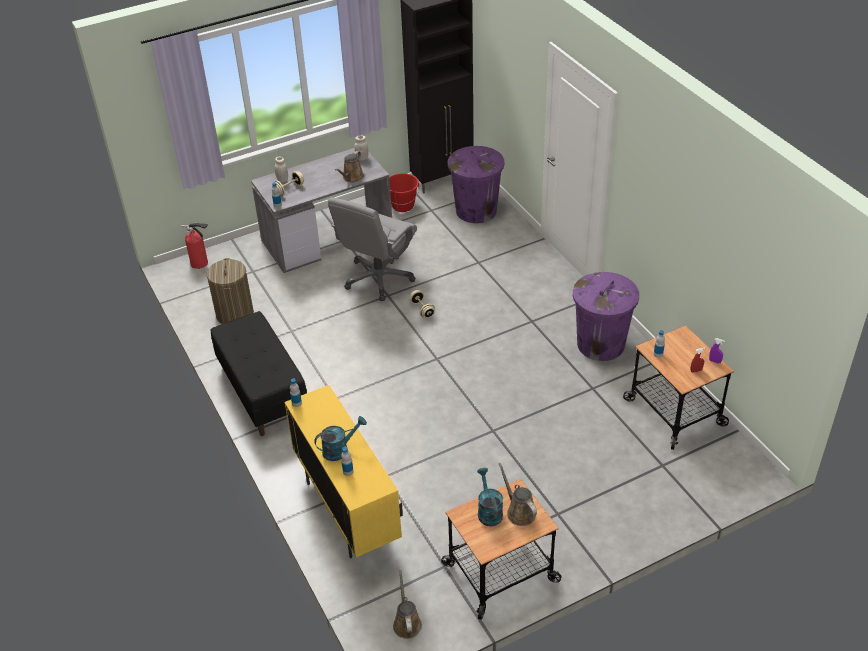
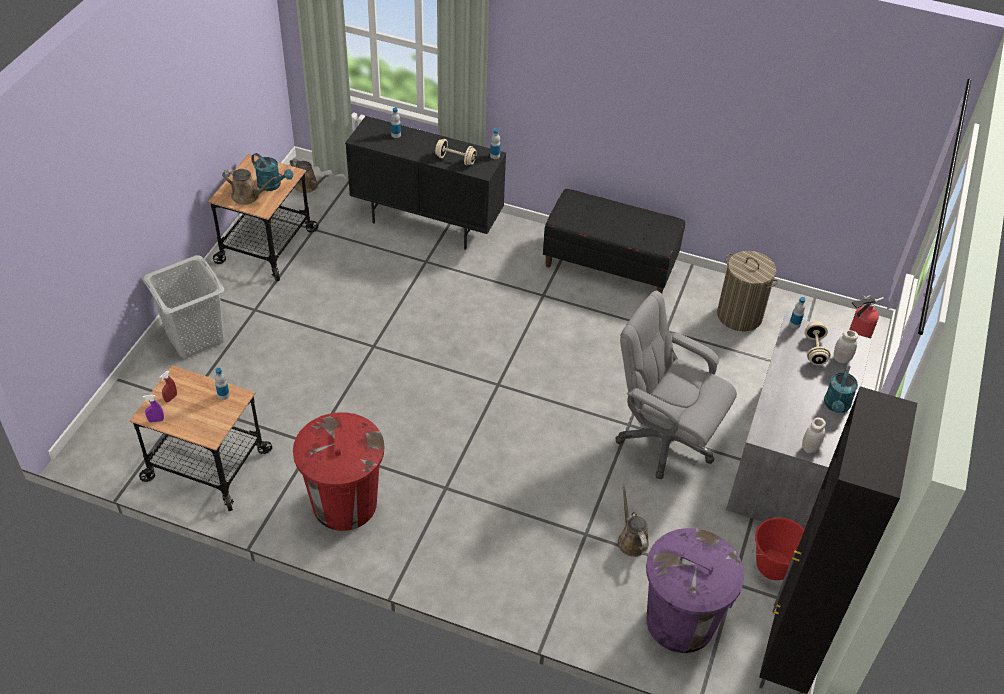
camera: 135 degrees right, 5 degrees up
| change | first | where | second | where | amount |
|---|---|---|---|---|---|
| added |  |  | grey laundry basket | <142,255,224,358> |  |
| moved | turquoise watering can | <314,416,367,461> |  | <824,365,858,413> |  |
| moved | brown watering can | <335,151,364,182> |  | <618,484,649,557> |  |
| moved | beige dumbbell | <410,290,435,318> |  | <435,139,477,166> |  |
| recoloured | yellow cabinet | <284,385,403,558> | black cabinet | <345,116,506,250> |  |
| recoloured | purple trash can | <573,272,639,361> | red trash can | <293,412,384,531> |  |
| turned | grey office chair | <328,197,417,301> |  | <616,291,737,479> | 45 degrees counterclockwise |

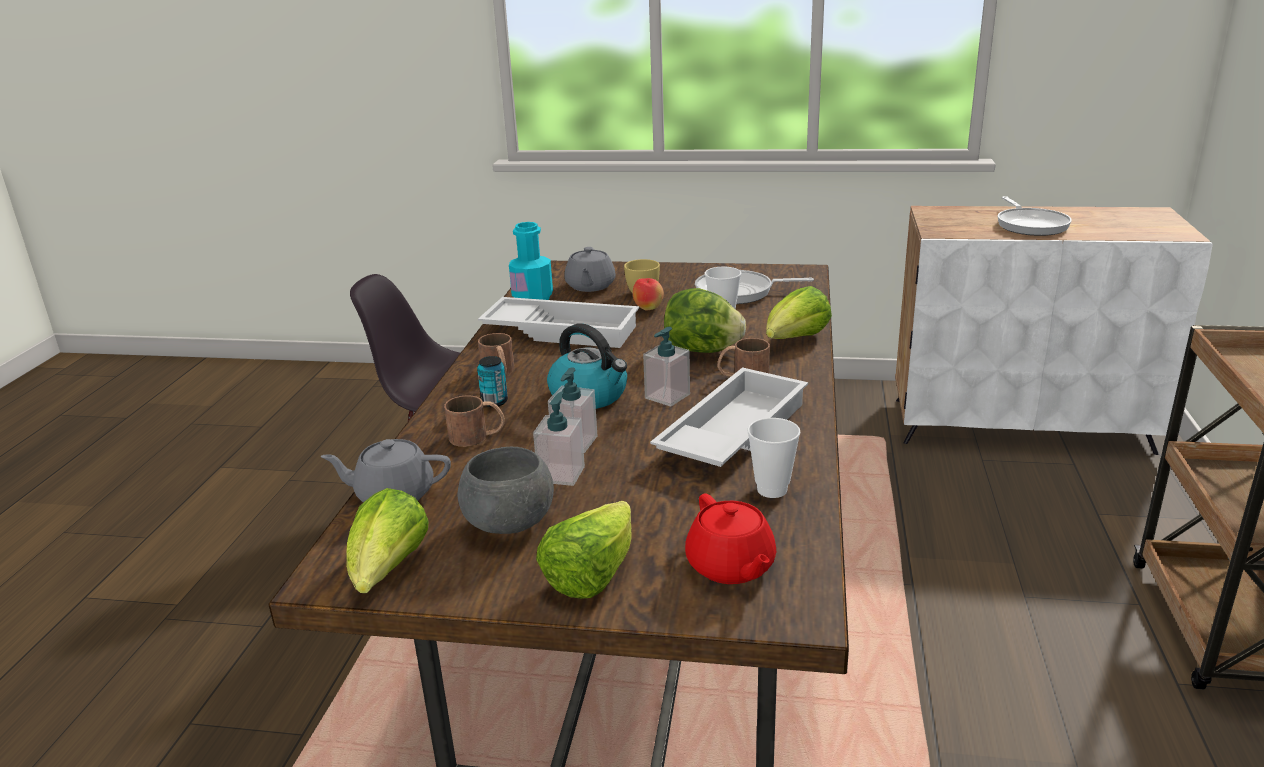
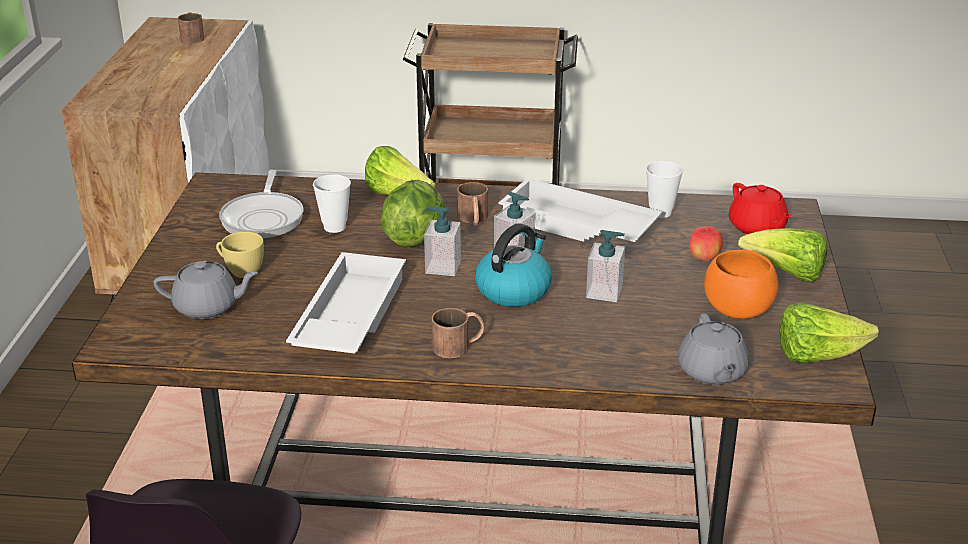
camera: 95 degrees left, 5 degrees up
| change | first | where | second | where | amount |
|---|---|---|---|---|---|
| removed | can | <477,356,508,407> |  |  |  |
| removed | turquoise bottle | <509,222,553,300> |  |  |  |
| removed | frying pan | <997,196,1072,236> |  |  |  |
| moved | brown mug | <444,395,505,447> |  | <178,12,204,44> |  |
| moved | soap dispenser | <533,392,585,486> |  | <424,206,461,276> |  |
| moved | apple | <633,278,664,311> |  | <689,226,723,262> |  |
| recoloured | grey bowl | <458,447,554,534> | orange bowl | <704,250,779,319> |  |
| turned | red teapot | <685,494,776,584> |  | <729,183,792,234> | 90 degrees clockwise |

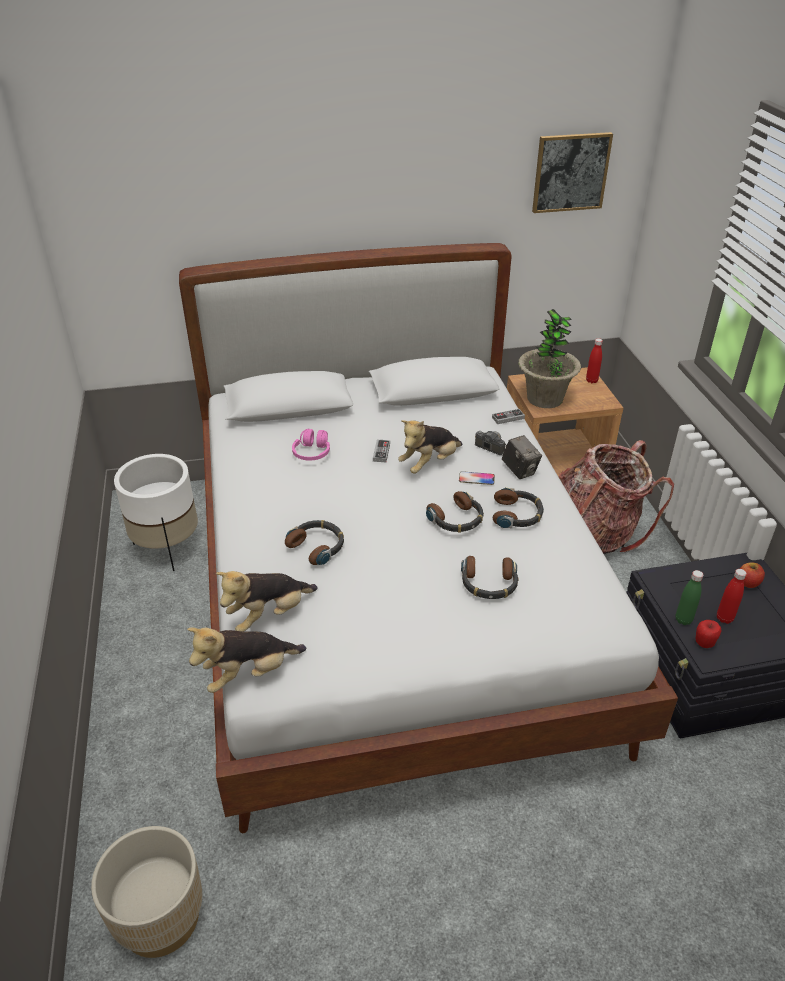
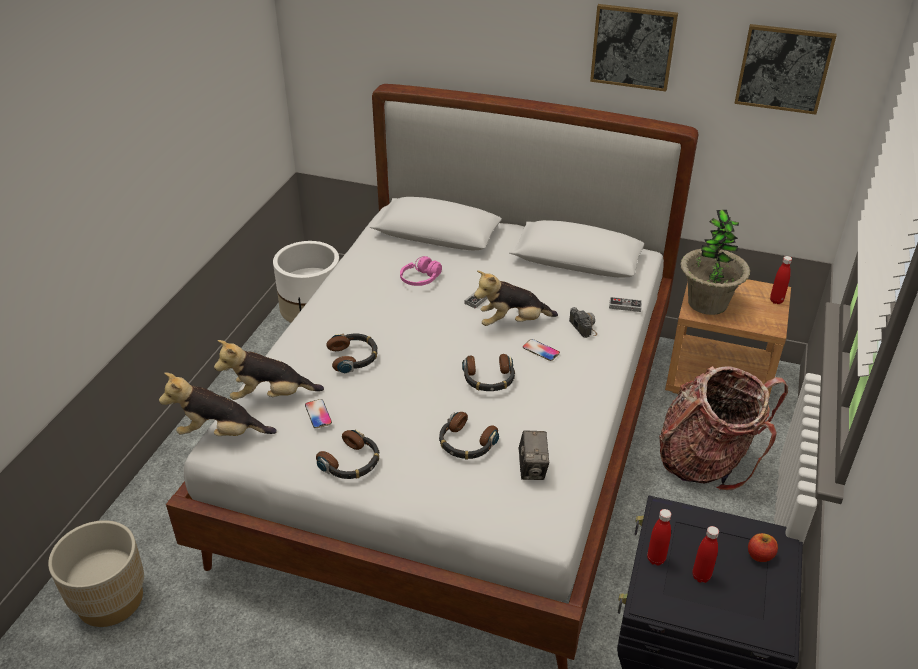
camera: 30 degrees right, 0 degrees up
| change | first | where | second | where | amount |
|---|---|---|---|---|---|
| removed | apple | <695,620,721,648> |  |  |  |
| added |  |  | phone | <305,399,332,428> |  |
| added |  |  | picture | <590,4,678,92> |  |
| moved | headphones | <493,487,544,529> |  | <316,429,379,479> |  |
| moved | photo camera | <502,435,542,479> |  | <518,430,549,480> |  |
| recoloured | green bottle | <676,570,703,625> | red bottle | <647,509,671,566> |  |

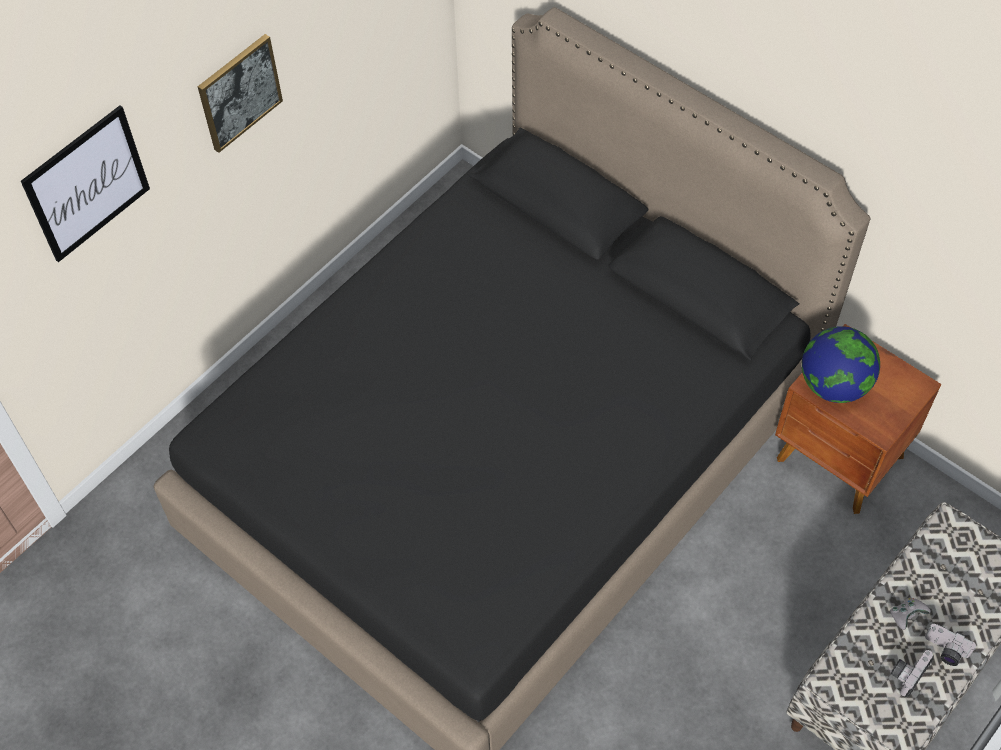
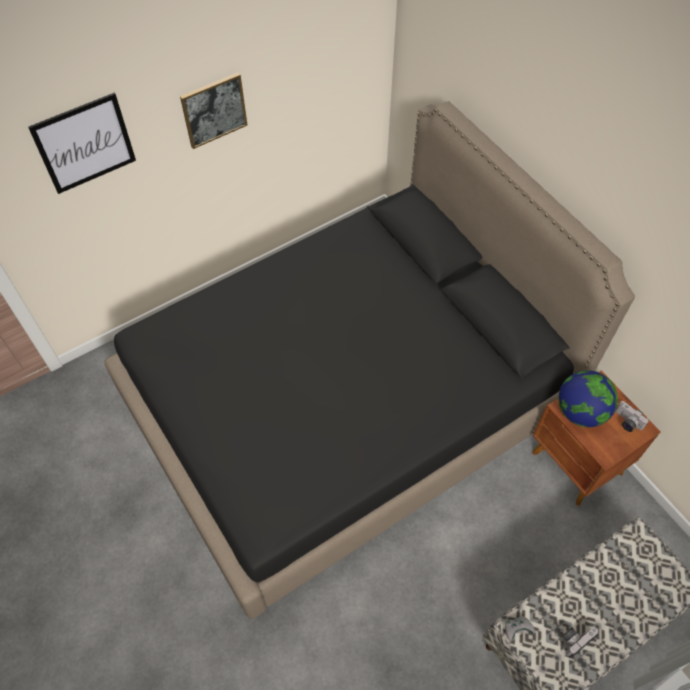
camera: 15 degrees right, 0 degrees up
| change | first | where | second | where | amount |
|---|---|---|---|---|---|
| moved | grey game controller | <890,597,931,630> |  | <505,616,535,641> |  |
| moved | photo camera | <925,623,976,666> |  | <616,401,648,432> |  |

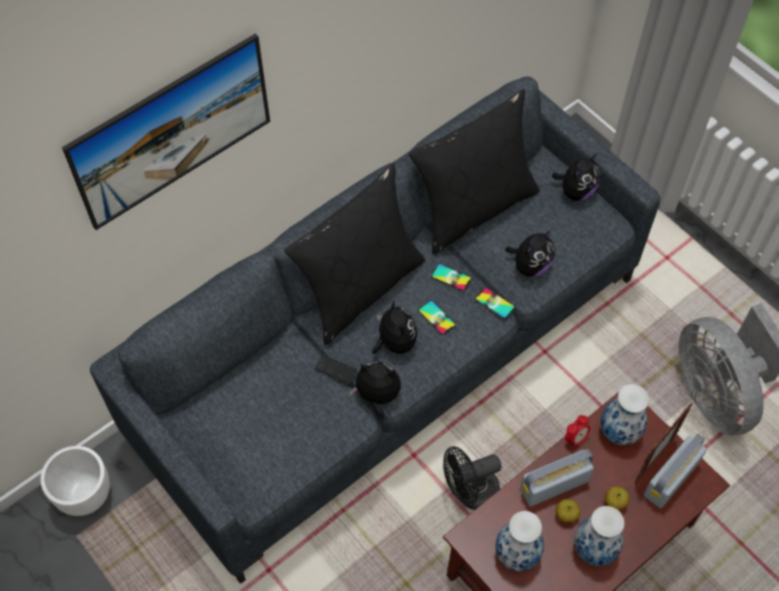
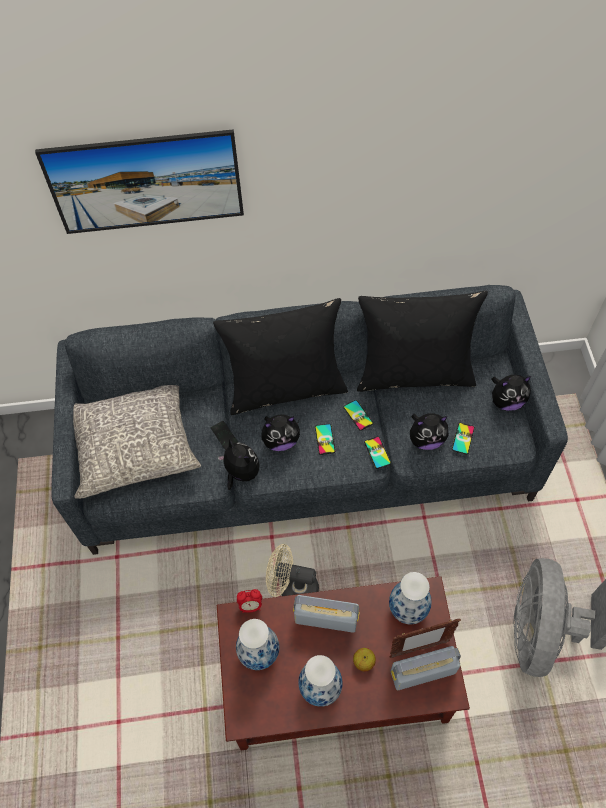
camera: 35 degrees right, 0 degrees up
| change | first | where | second | where | amount |
|---|---|---|---|---|---|
| removed | white planter | <41,446,110,516> |  |  |  |
| removed | apple | <556,499,580,524> |  |  |  |
| added |  |  | grey pillow | <73,385,201,499> |  |
| added |  |  | phone | <452,423,475,455> |  |
| moved | alarm clock | <565,415,590,449> |  | <237,589,262,613> |  |
| recoloured | black fan | <443,446,502,510> | beige fan | <266,544,319,597> |  |
| turned | plush toy | <372,301,417,354> |  | <262,414,300,451> | 60 degrees clockwise |

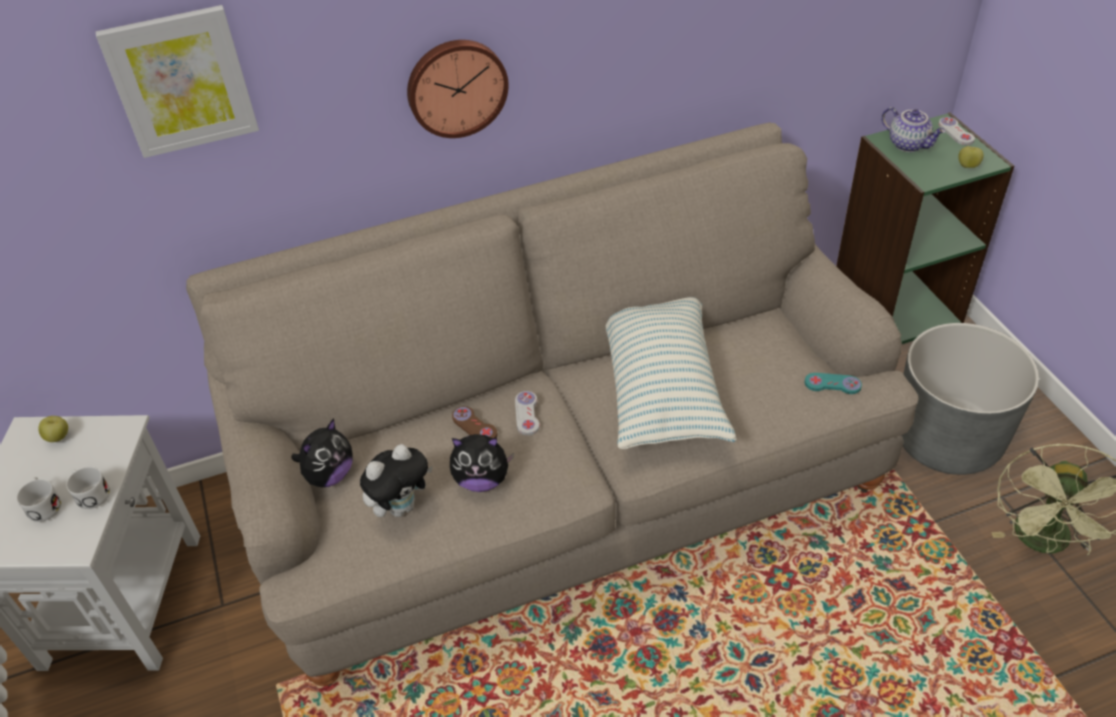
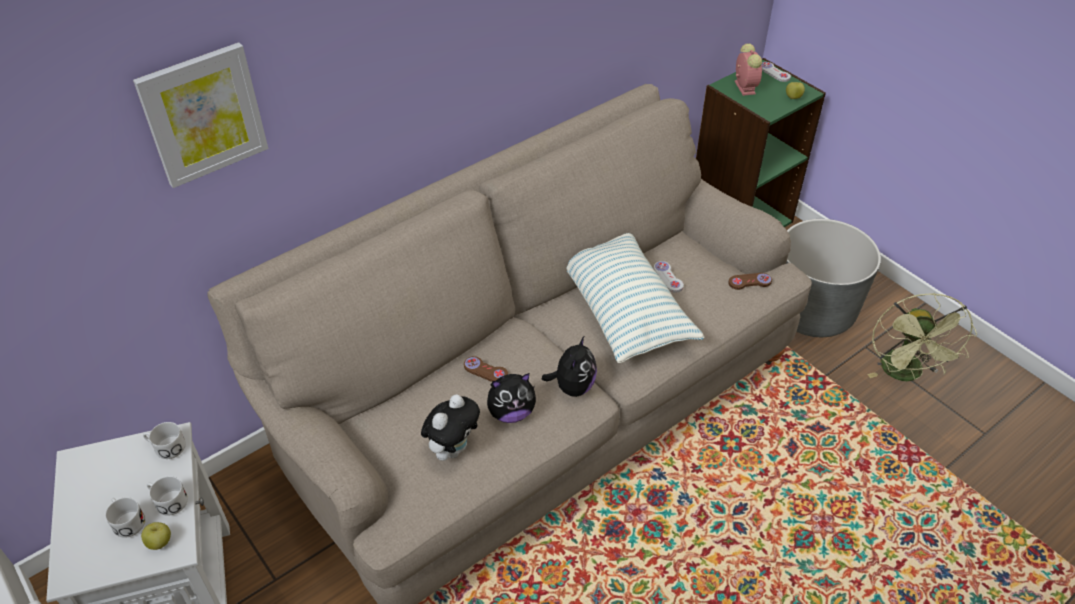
camera: 20 degrees left, 0 degrees up
| change | first | where | second | where | amount |
|---|---|---|---|---|---|
| removed | wall clock | <407,40,509,138> |  |  |  |
| added |  |  | white mug | <143,422,186,459> |  |
| moved | apple | <38,416,68,442> |  | <141,522,171,550> |  |
| moved | plush toy | <291,418,353,487> |  | <542,335,597,397> |  |
| moved | white game controller | <515,391,540,436> |  | <654,261,684,293> |  |
| replaced | teapot | <881,107,945,152> | alarm clock | <735,43,762,96> |  |
| recoloured | turquoise game controller | <805,373,862,394> | brown game controller | <728,273,772,290> |  |

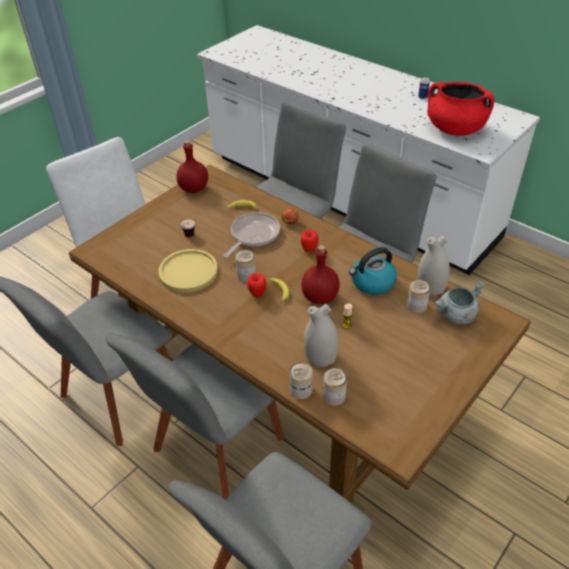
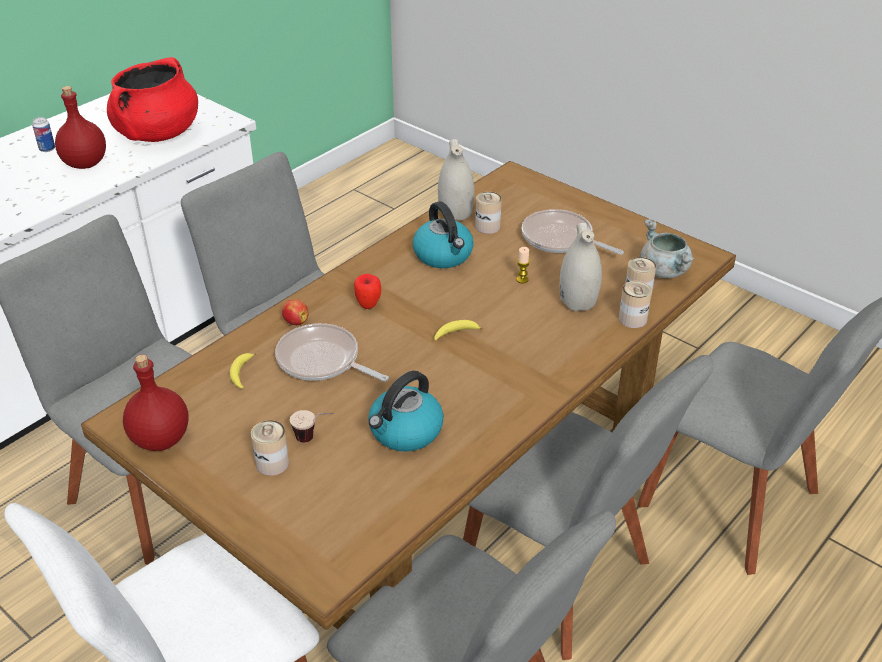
camera: 90 degrees left, 5 degrees down
| change | first | where | second | where | amount |
|---|---|---|---|---|---|
| removed | apple | <247,273,266,297> |  |  |  |
| added |  |  | frying pan | <521,209,624,255> |  |
| moved | can | <235,250,256,282> |  | <251,420,289,476> |  |
| moved | red bottle | <301,245,340,304> |  | <55,86,106,169> |  |
| moved | grey cooking pot | <434,281,485,325> |  | <640,219,695,278> |  |
| replaced | yellow plate | <158,249,218,293> | kettle | <368,371,444,452> |  |

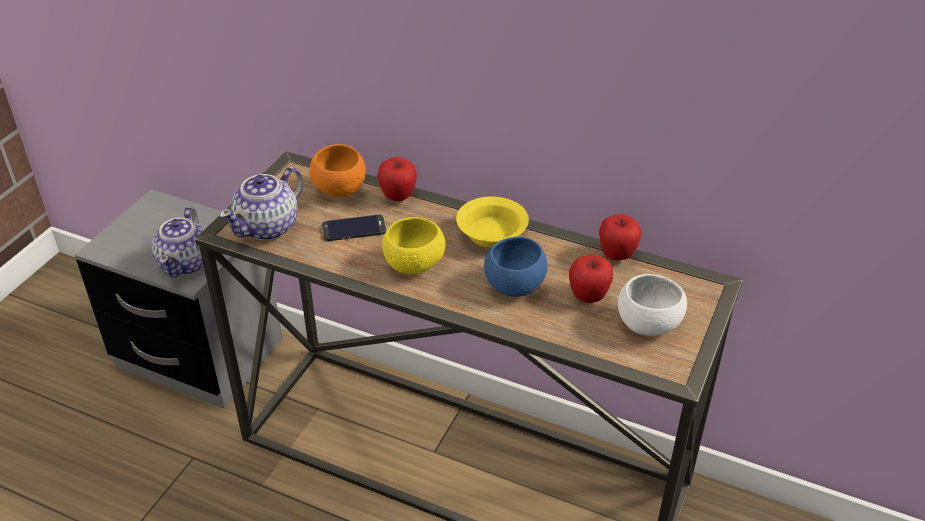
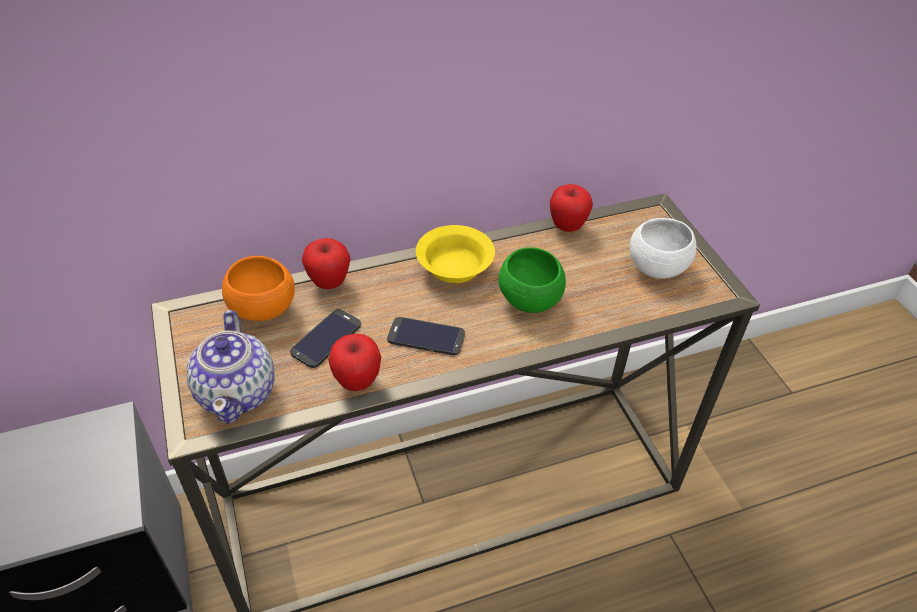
camera: 45 degrees left, 5 degrees up
| change | first | where | second | where | amount |
|---|---|---|---|---|---|
| removed | teapot | <152,206,205,278> |  |  |  |
| moved | apple | <569,255,613,303> |  | <328,334,381,391> |  |
| replaced | yellow bowl | <382,217,446,274> | phone | <387,317,465,355> |  |
| recoloured | blue bowl | <484,237,548,297> | green bowl | <498,247,566,313> |  |

